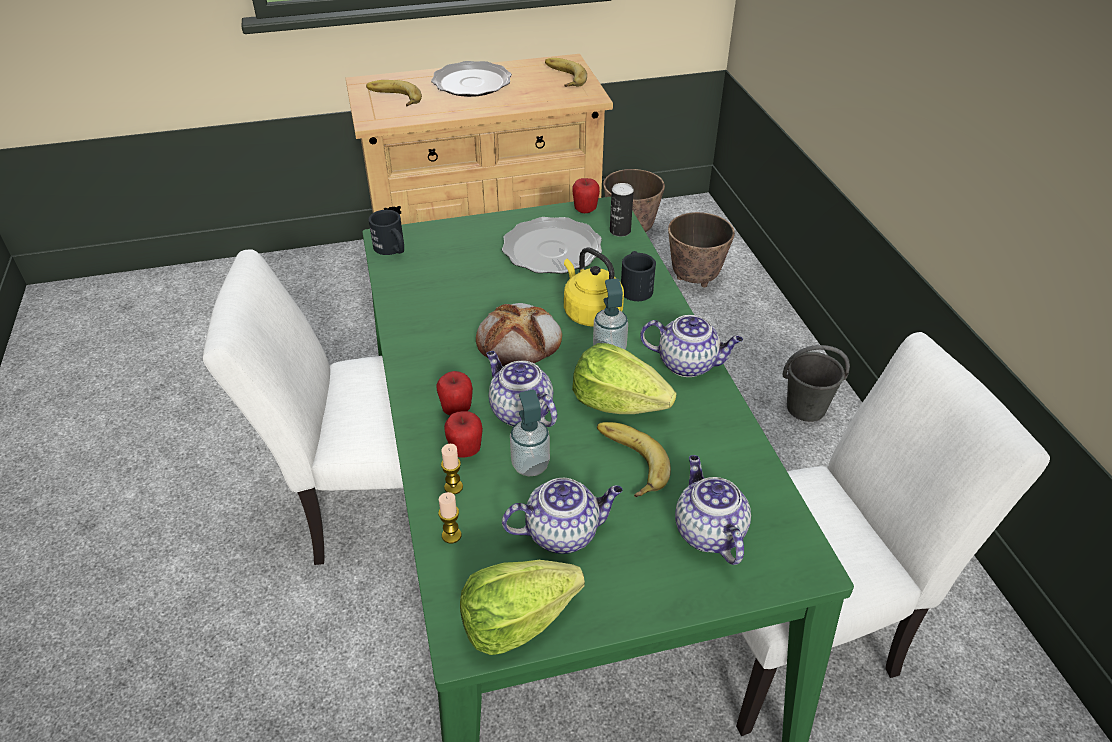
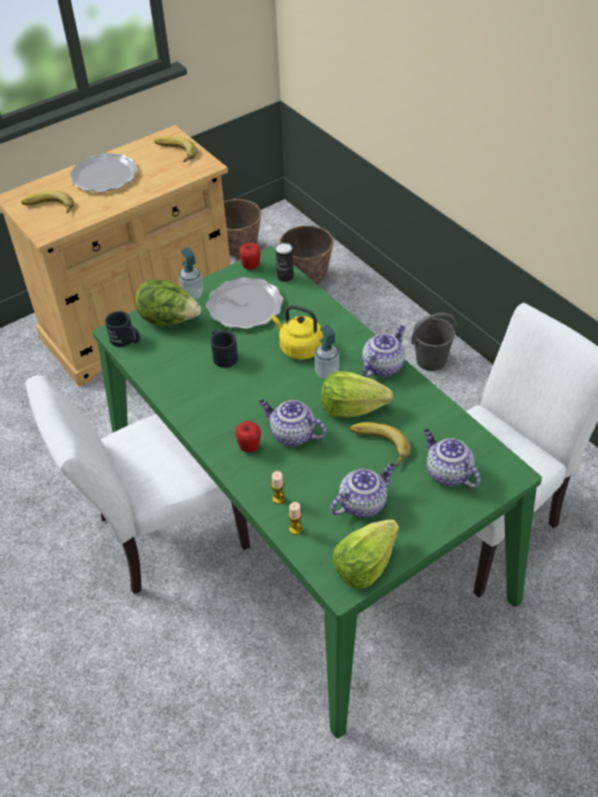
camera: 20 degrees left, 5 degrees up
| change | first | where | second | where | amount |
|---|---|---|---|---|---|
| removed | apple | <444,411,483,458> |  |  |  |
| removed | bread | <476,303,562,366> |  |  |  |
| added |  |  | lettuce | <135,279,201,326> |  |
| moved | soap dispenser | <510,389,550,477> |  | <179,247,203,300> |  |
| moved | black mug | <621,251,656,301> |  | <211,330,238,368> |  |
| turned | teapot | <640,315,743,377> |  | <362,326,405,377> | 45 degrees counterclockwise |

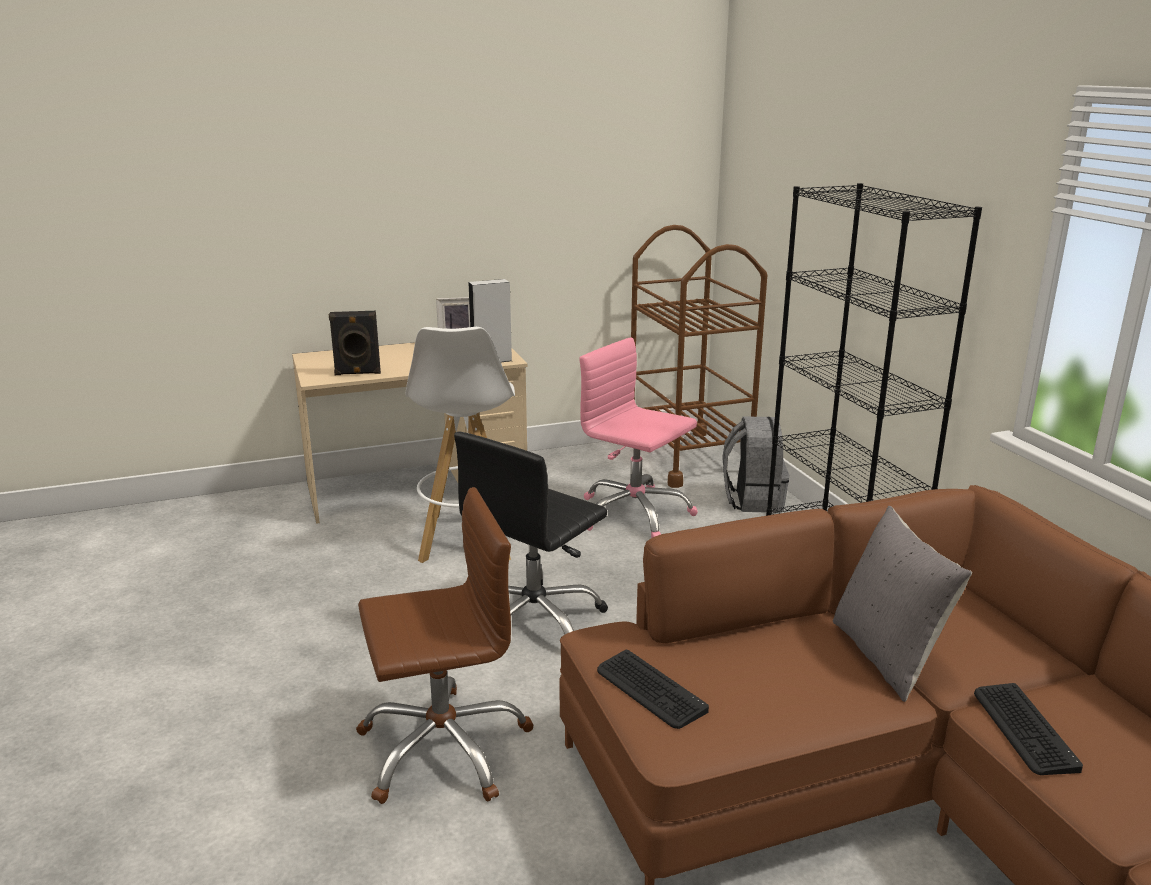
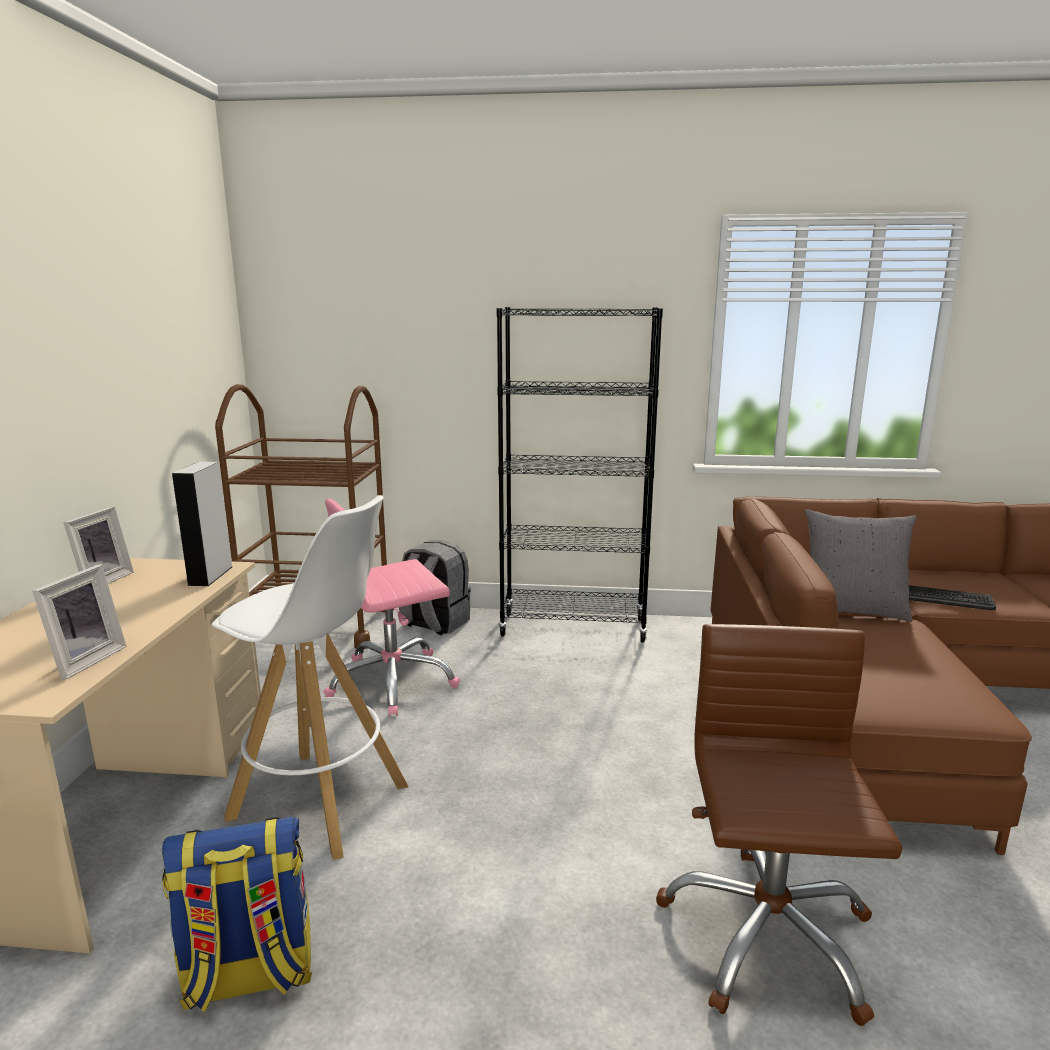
camera: 65 degrees left, 5 degrees down
| change | first | where | second | where | amount |
|---|---|---|---|---|---|
| removed | black office chair | <454,432,608,635> |  |  |  |
| removed | keyboard | <597,650,709,729> |  |  |  |
| added |  |  | backpack | <162,816,312,1012> |  |
| replaced | black speaker | <329,311,381,375> | picture frame | <32,564,127,680> |  |

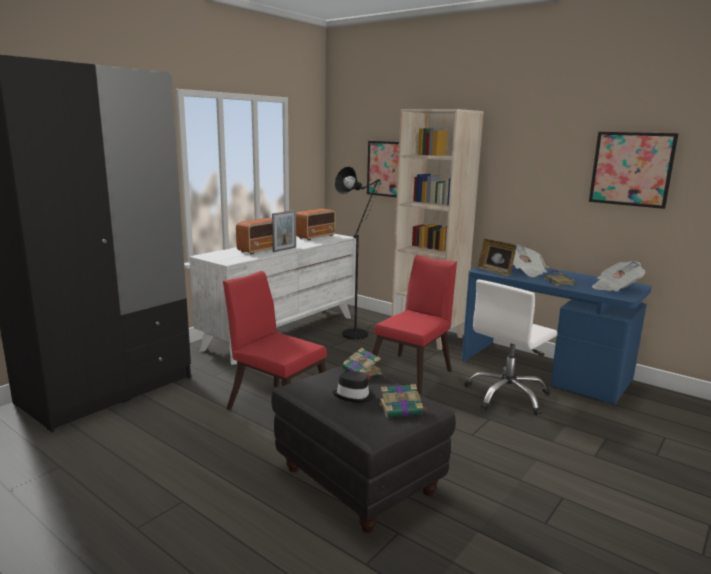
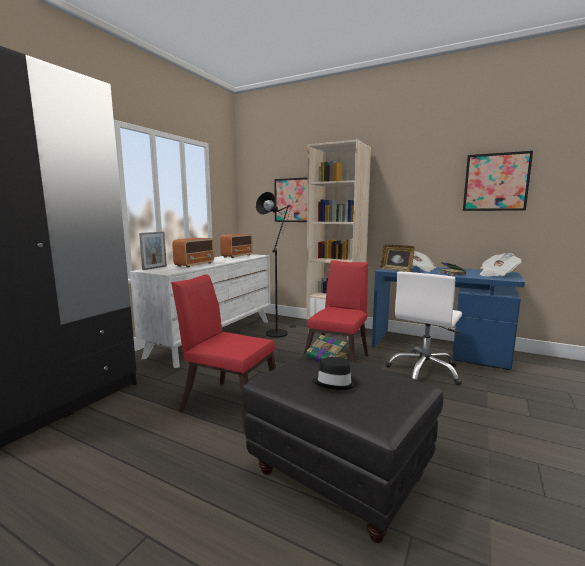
camera: 10 degrees left, 5 degrees down
| change | first | where | second | where | amount |
|---|---|---|---|---|---|
| removed | book | <379,384,427,418> |  |  |  |
| moved | picture frame | <272,210,296,252> |  | <139,232,167,270> |  |

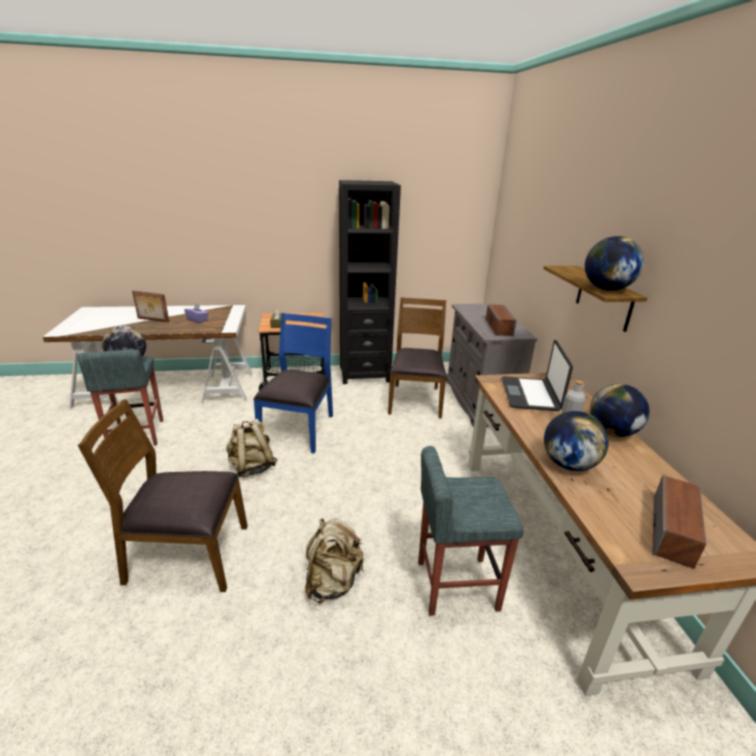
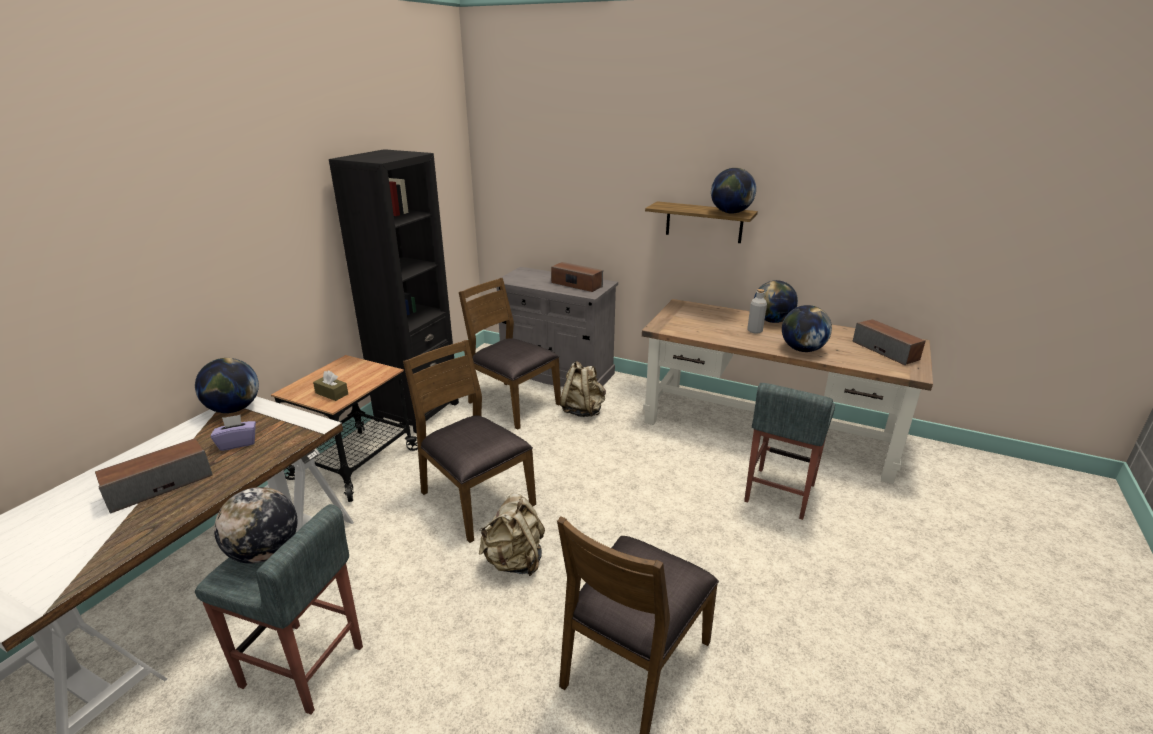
camera: 55 degrees left, 0 degrees up
| change | first | where | second | where | amount |
|---|---|---|---|---|---|
| removed | laptop | <502,340,573,411> |  |  |  |
| added |  |  | globe | <195,358,259,413> |  |
| moved | beige backpack | <305,518,364,603> |  | <560,361,606,417> |  |
| replaced | picture frame | <132,291,169,322> | speaker | <95,438,213,514> |  |
| recoloured | blue chair | <253,313,333,453> | brown chair | <403,340,536,543> |  |

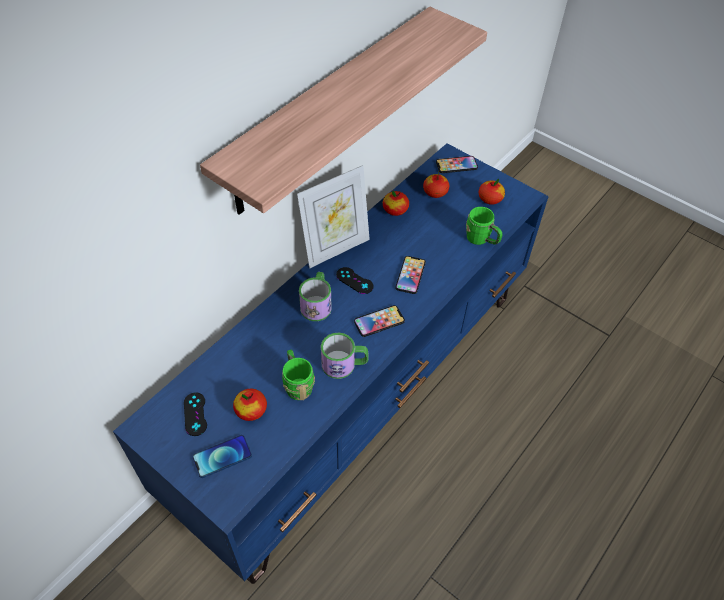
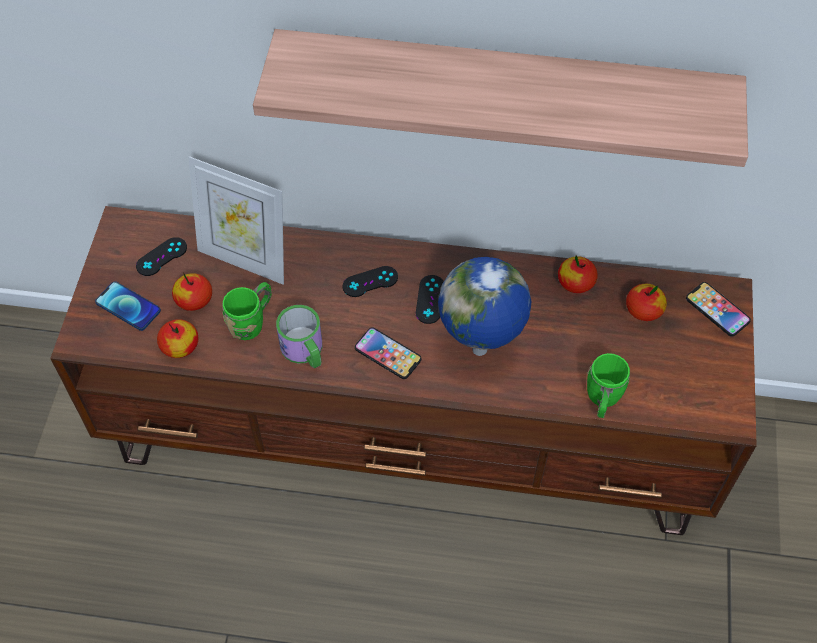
camera: 60 degrees right, 5 degrees up
| change | first | where | second | where | amount |
|---|---|---|---|---|---|
| moved | picture frame | <297,165,370,268> |  | <188,156,284,285> |  |
| moved | apple | <479,179,505,205> |  | <157,319,198,358> |  |
| replaced | mug | <299,272,332,321> | black game controller | <343,266,398,297> |  |
| replaced | phone | <395,256,426,294> | globe | <438,257,531,356> |  |
| recoloured | blue tv stand | <113,143,549,584> | brown tv stand | <50,206,757,535> |  |

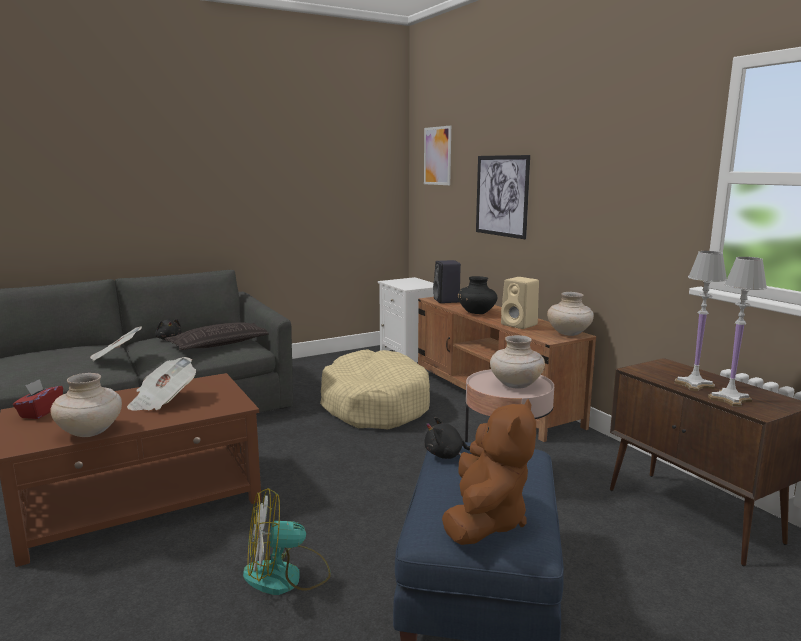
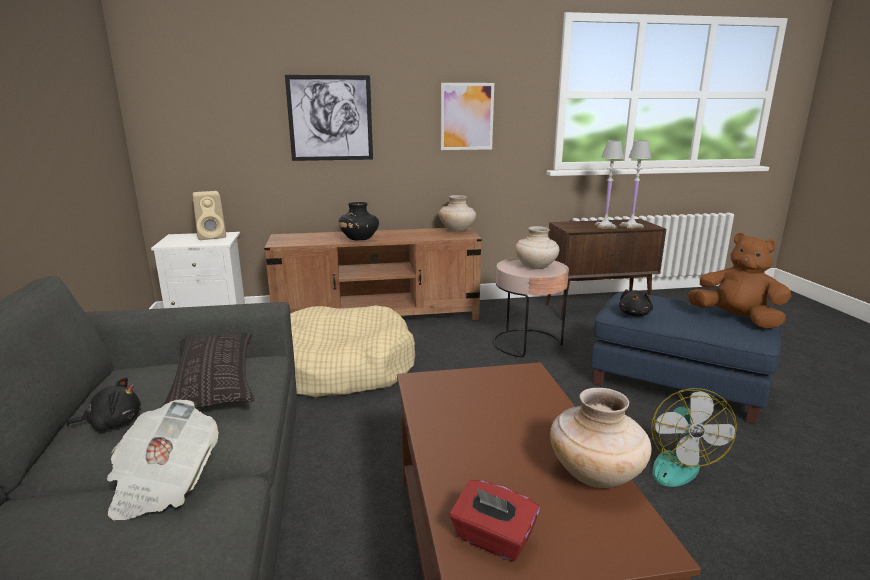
camera: 70 degrees left, 5 degrees up
| change | first | where | second | where | amount |
|---|---|---|---|---|---|
| removed | newspaper | <127,357,196,411> |  |  |  |
| removed | black speaker | <433,260,461,303> |  |  |  |
| moved | picture | <424,126,451,185> |  | <441,83,494,150> |  |
| moved | beige speaker | <501,277,539,329> |  | <192,191,226,240> |  |

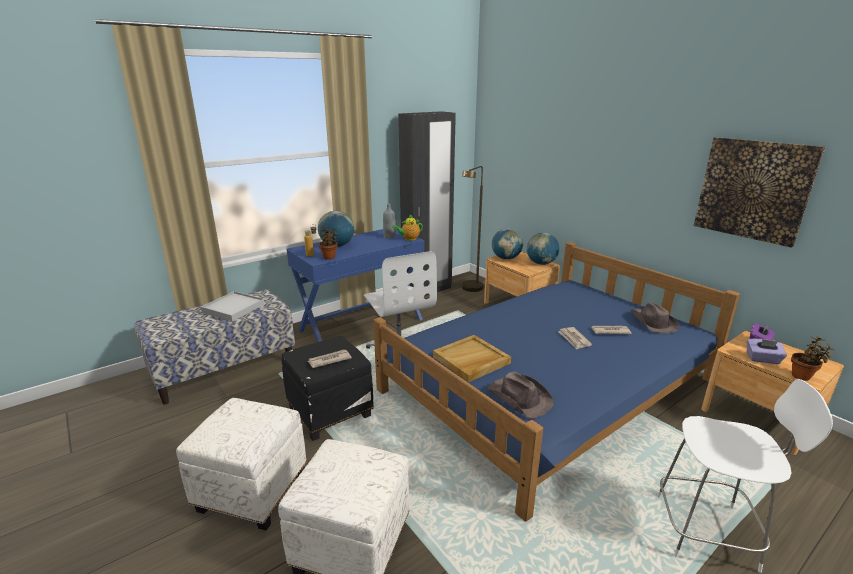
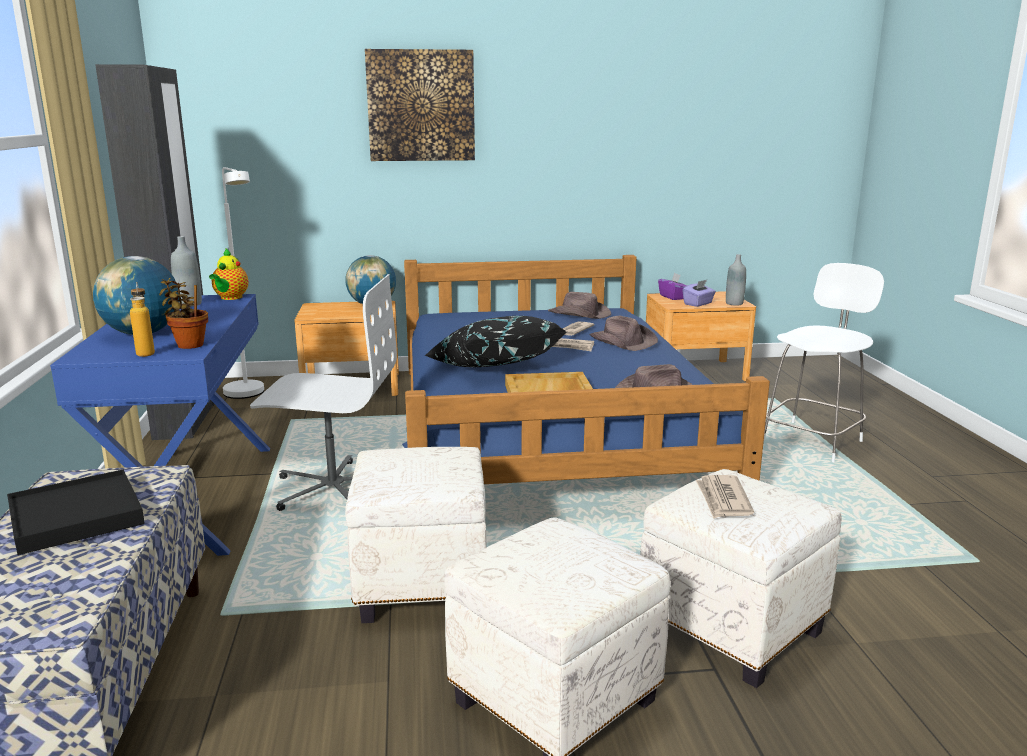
camera: 60 degrees left, 5 degrees down
| change | first | where | second | where | amount |
|---|---|---|---|---|---|
| removed | globe | <492,228,523,260> |  |  |  |
| added |  |  | black pillow | <424,316,566,367> |  |
| added |  |  | brown hat | <590,315,658,351> |  |
| moved | newspaper | <308,350,352,368> |  | <696,475,754,519> |  |
| moved | picture | <694,137,825,248> |  | <365,49,475,161> |  |
| replaced | potted plant | <791,336,835,381> | grey bottle | <726,254,746,306> |  |
| recoloured | white tray | <201,291,265,321> | black tray | <7,470,145,555> |  |
| recoloured | black ottoman | <281,336,374,441> | white ottoman | <345,447,486,623> |  |
| recoloured | brown floor lamp | <462,166,484,292> | white floor lamp | <222,167,264,399> |  |

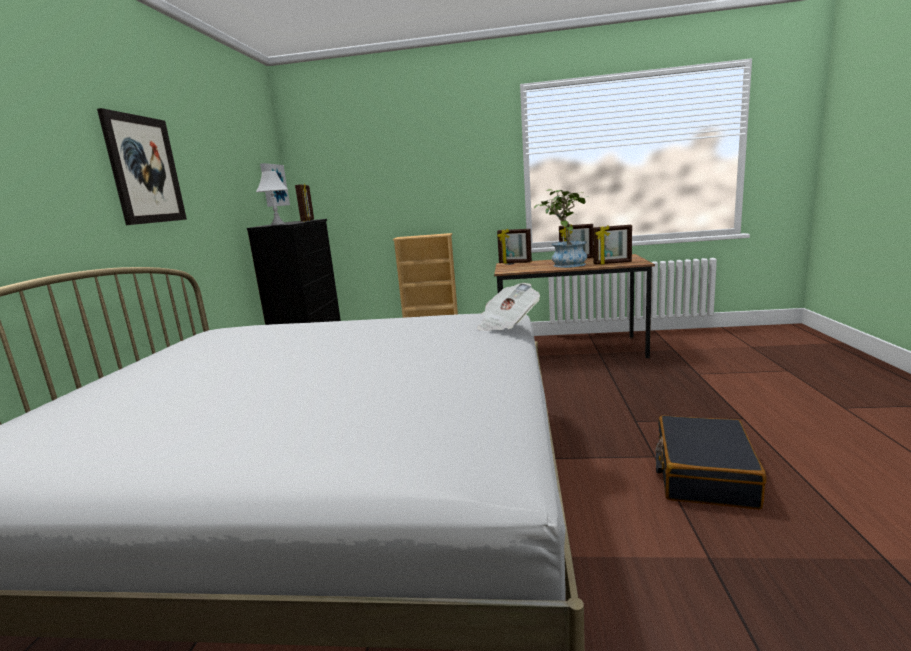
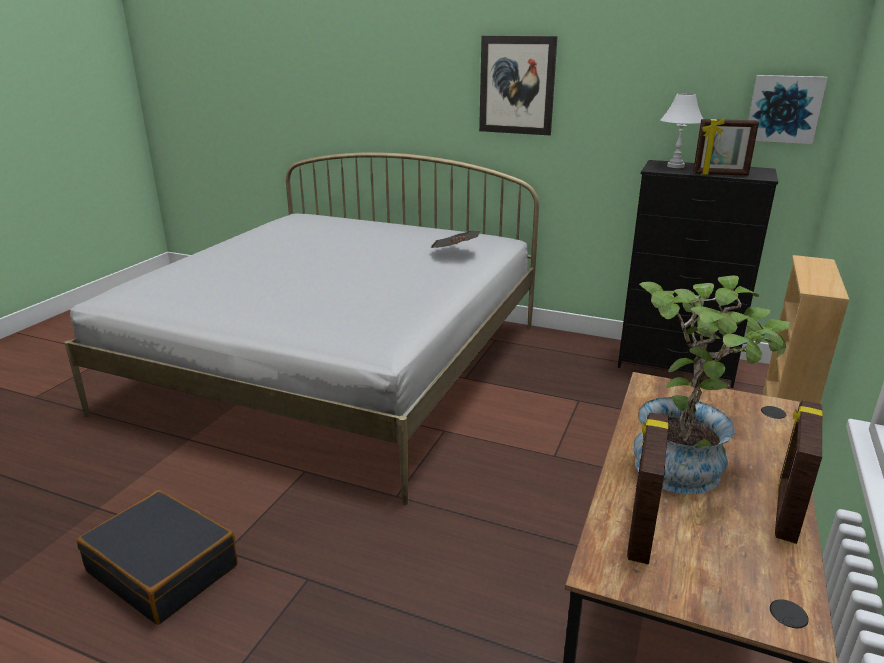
camera: 105 degrees right, 10 degrees up
| change | first | where | second | where | amount |
|---|---|---|---|---|---|
| removed | picture frame | <497,229,532,264> |  |  |  |
| moved | newspaper | <477,283,540,331> |  | <431,231,481,248> |  |

